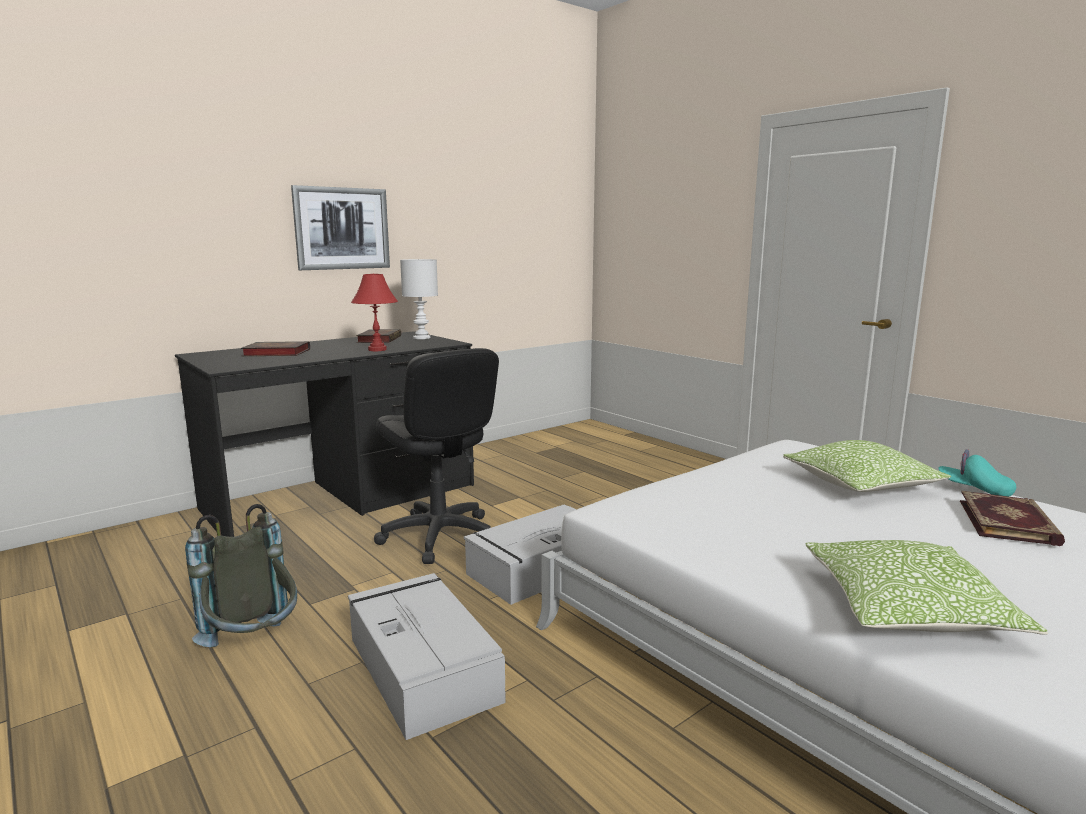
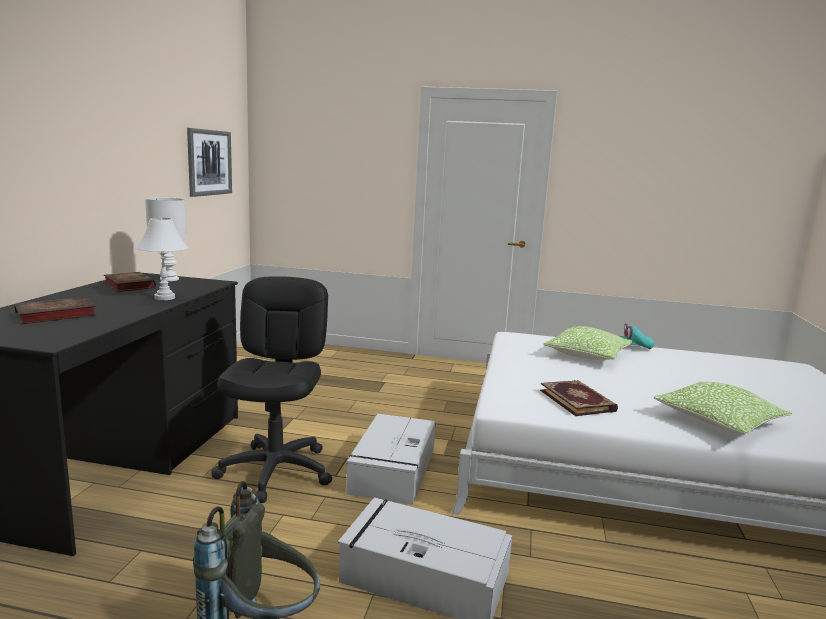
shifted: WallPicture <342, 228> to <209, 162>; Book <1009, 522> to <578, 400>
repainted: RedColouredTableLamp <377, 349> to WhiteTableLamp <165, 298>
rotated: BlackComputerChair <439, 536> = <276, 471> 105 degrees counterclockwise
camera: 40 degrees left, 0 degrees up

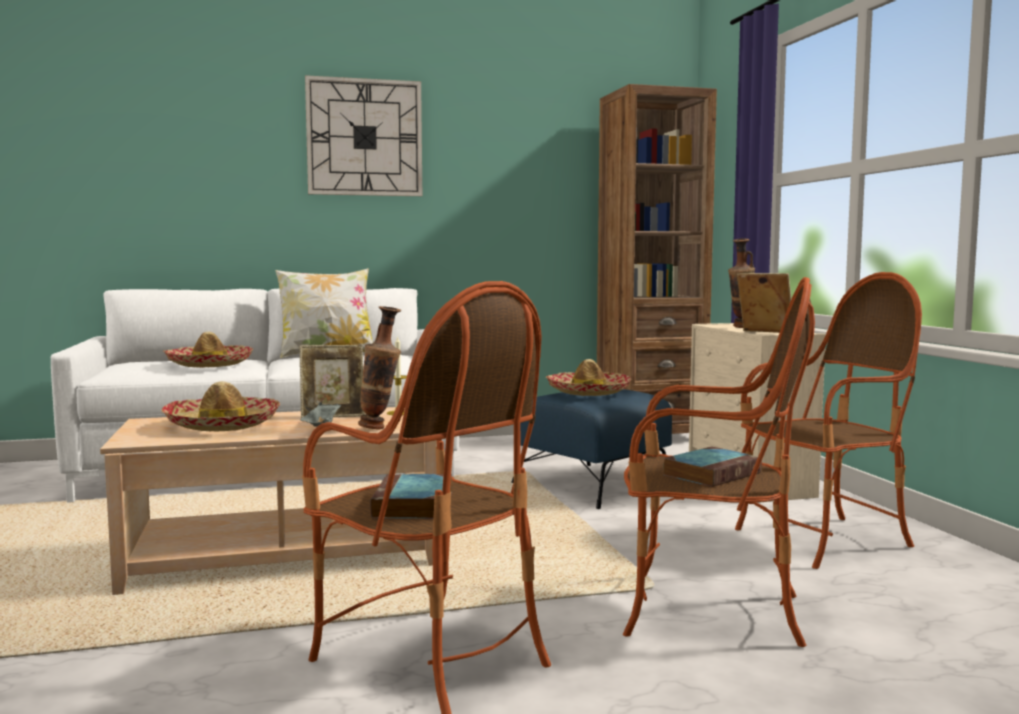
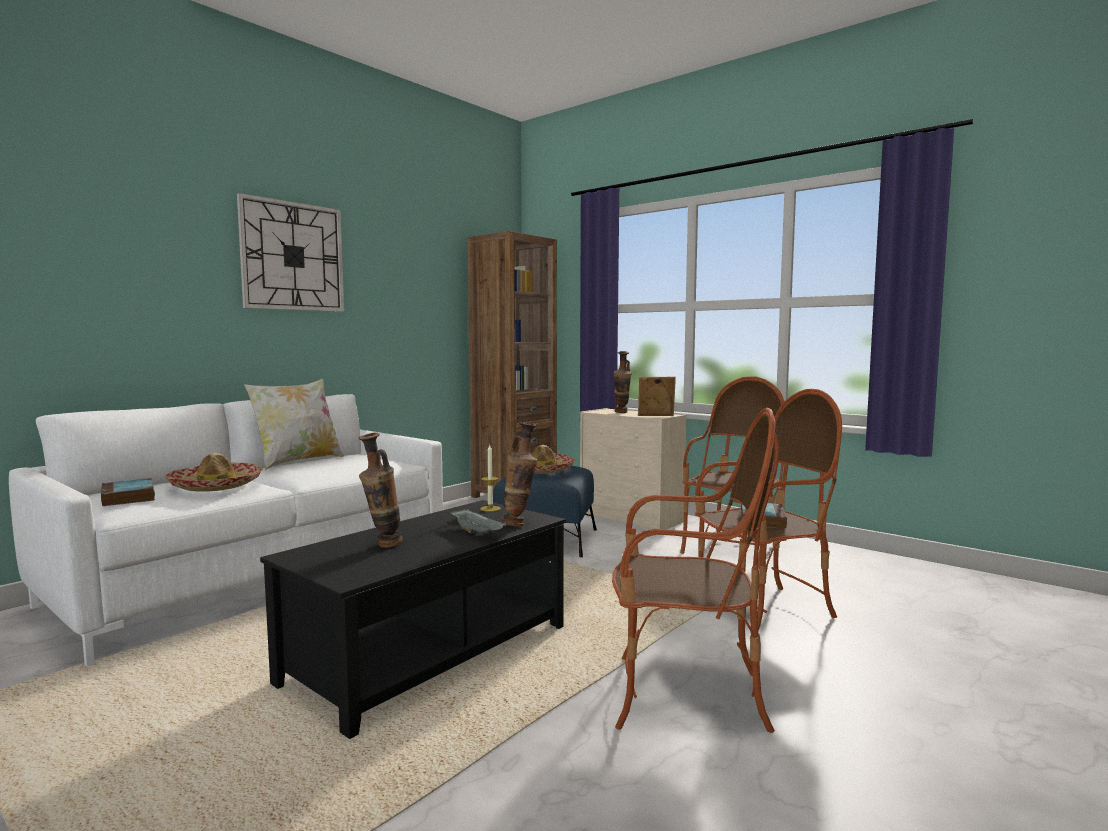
gone: PictureFrame <333, 415>
shifted: Book <414, 505> to <129, 497>
swapped: Hat <222, 425> to DecorativeVase <382, 546>
repainted: BeigeCoffeeTable <283, 555> to BlackCoffeeTable <429, 653>
camera: 35 degrees left, 0 degrees up

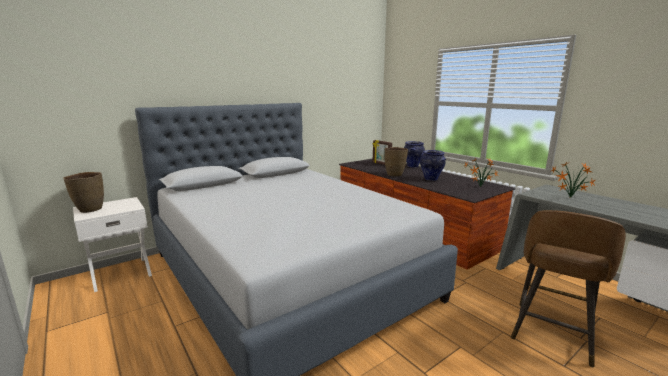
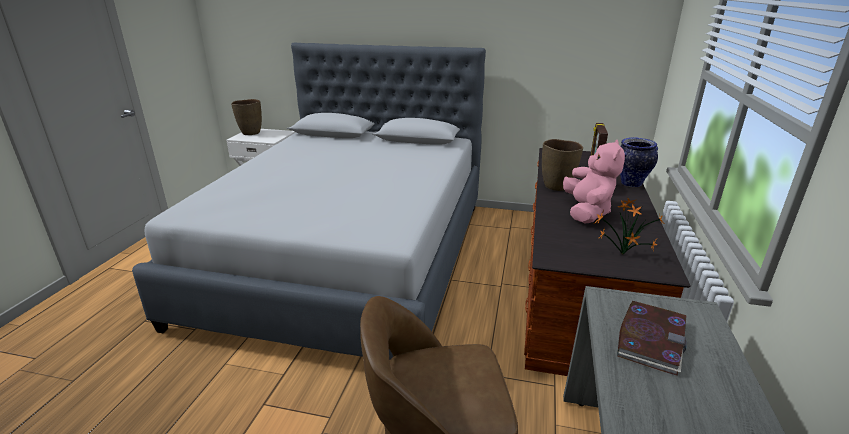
swapped: DecorativeVase <431, 179> to PinkPlushToy <586, 212>; PottedPlant <569, 198> to Book <650, 339>
camera: 50 degrees right, 10 degrees up

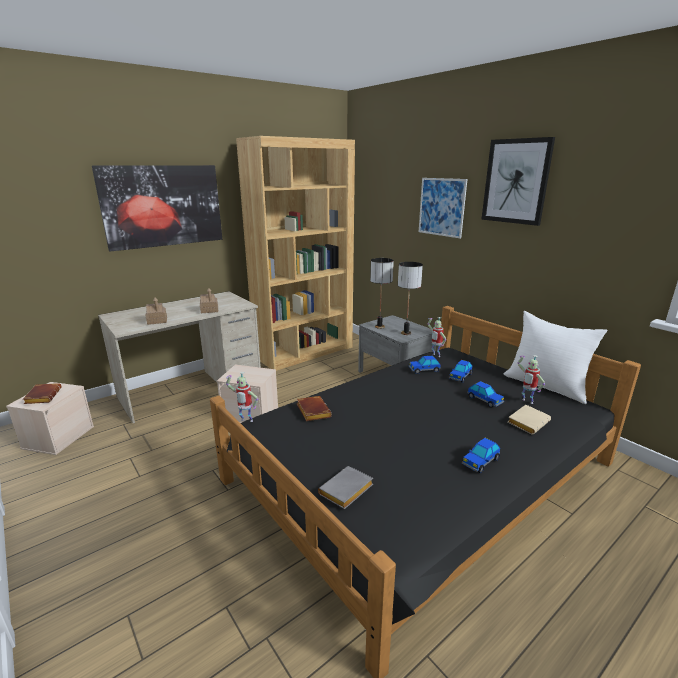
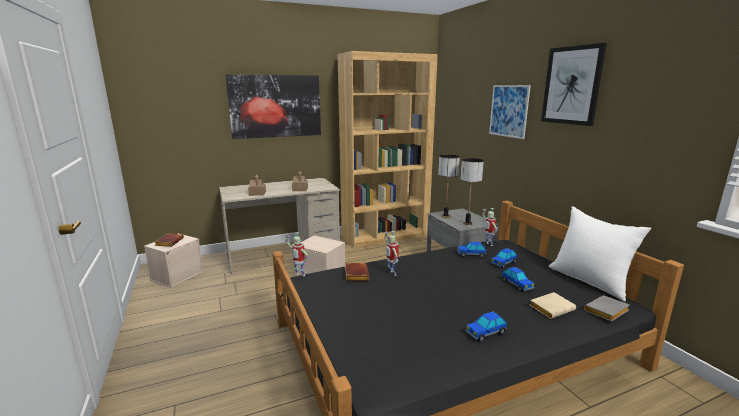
shifted: ToyRobot <526, 401> to <391, 273>; GreyishBook <346, 492> to <606, 312>
camera: 15 degrees right, 5 degrees down

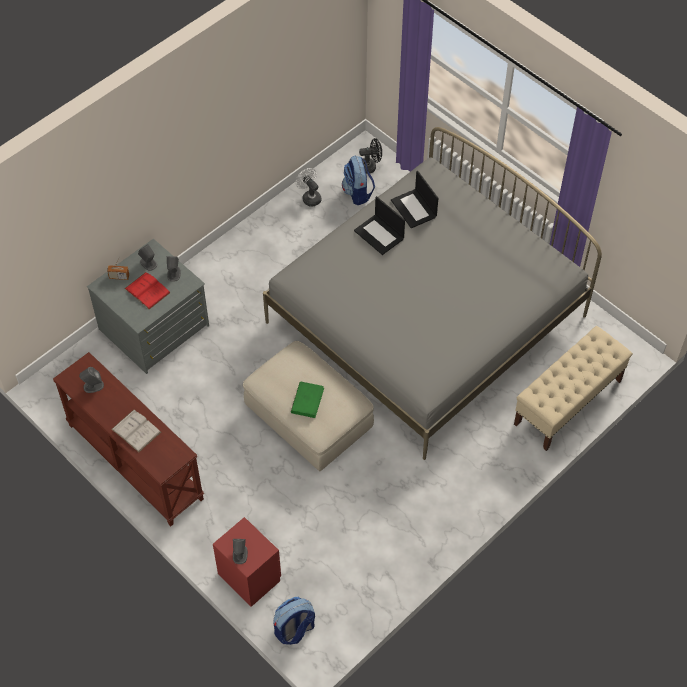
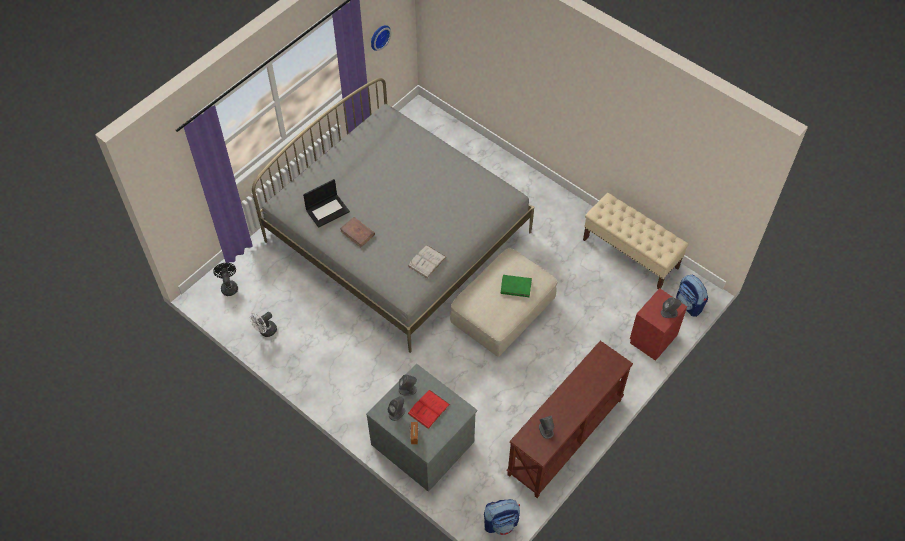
new: WallClock <379, 36>
shifted: Knapsack <358, 193> to <501, 522>; BeigeLongSeat <567, 402> to <631, 254>; WhiteBook <136, 430> to <426, 261>
swapped: NotebookComputer <379, 235> to BrownBook <357, 233>
camera: 95 degrees left, 0 degrees up

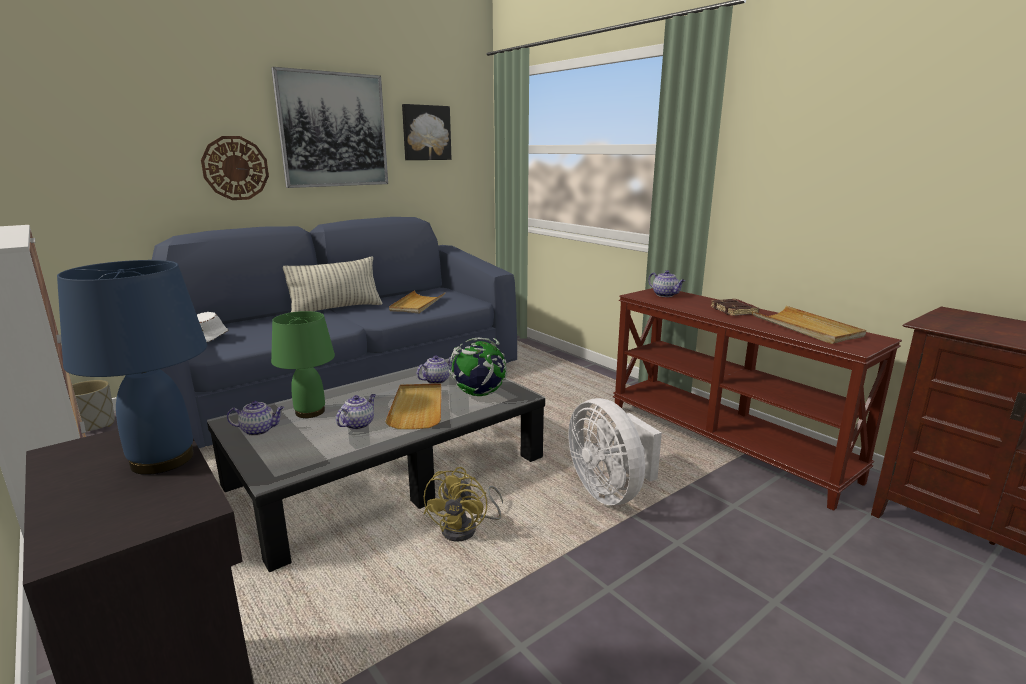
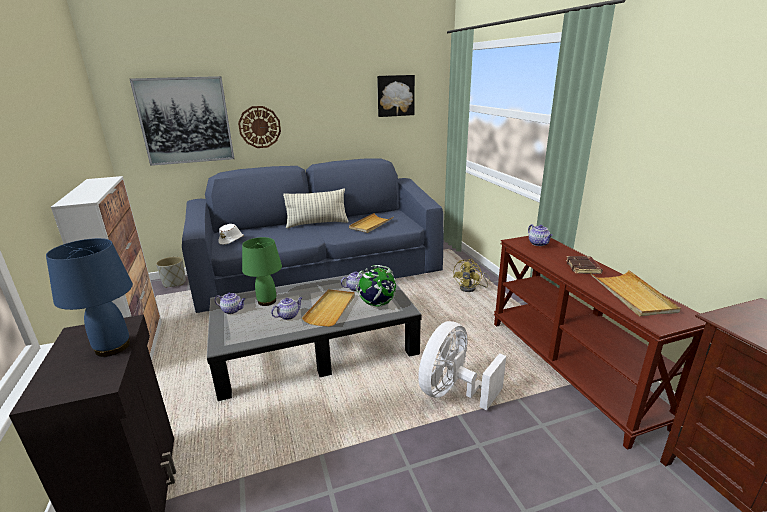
shifted: WallPicture <333, 130> to <185, 121>; YellowFan <466, 529> to <471, 288>
rotated: WhiteFan <610, 491> = <453, 392> 45 degrees clockwise
camera: 20 degrees right, 5 degrees up

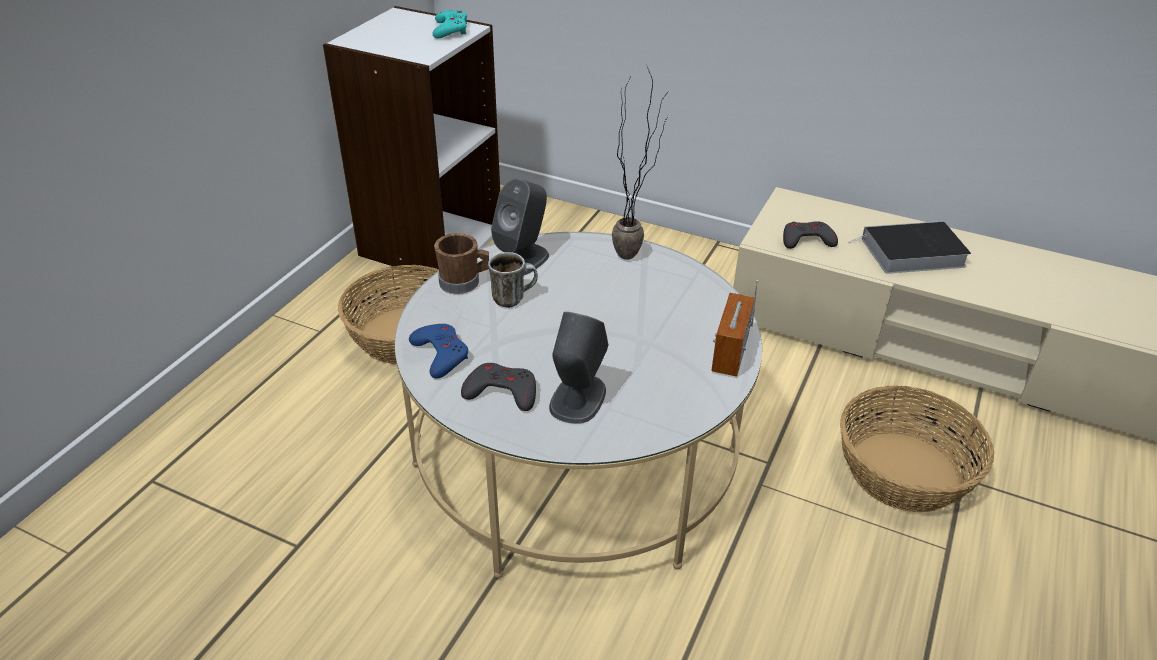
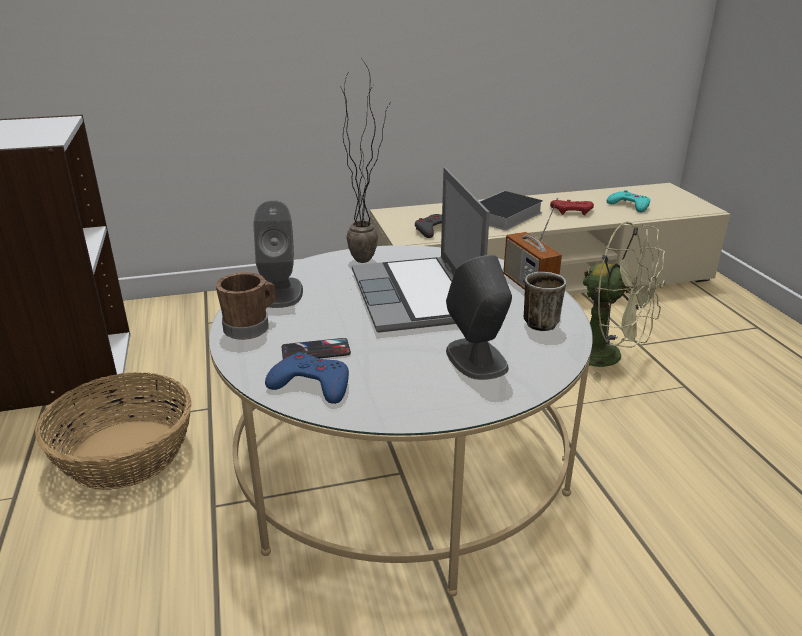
gone: GreyishGamepad <501, 392>
new: NotebookComputer <417, 297>; RedColouredGamepad <572, 211>; Handset <316, 351>
shifted: TurquoiseGamepad <450, 29> to <629, 205>; CoffeeMug <513, 298> to <541, 321>
swapped: StorageBasket <903, 470> to GreenishFan <607, 356>
camera: 40 degrees left, 10 degrees down

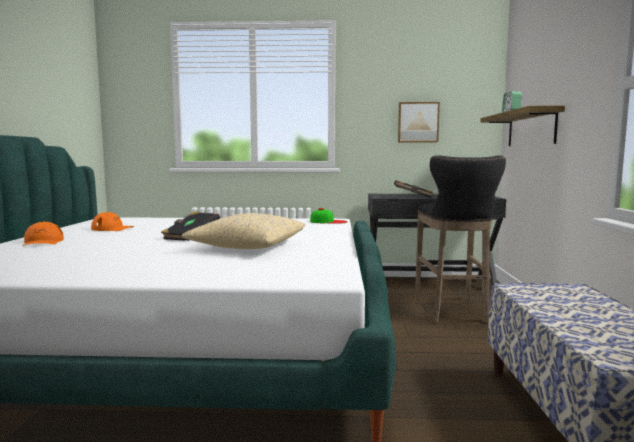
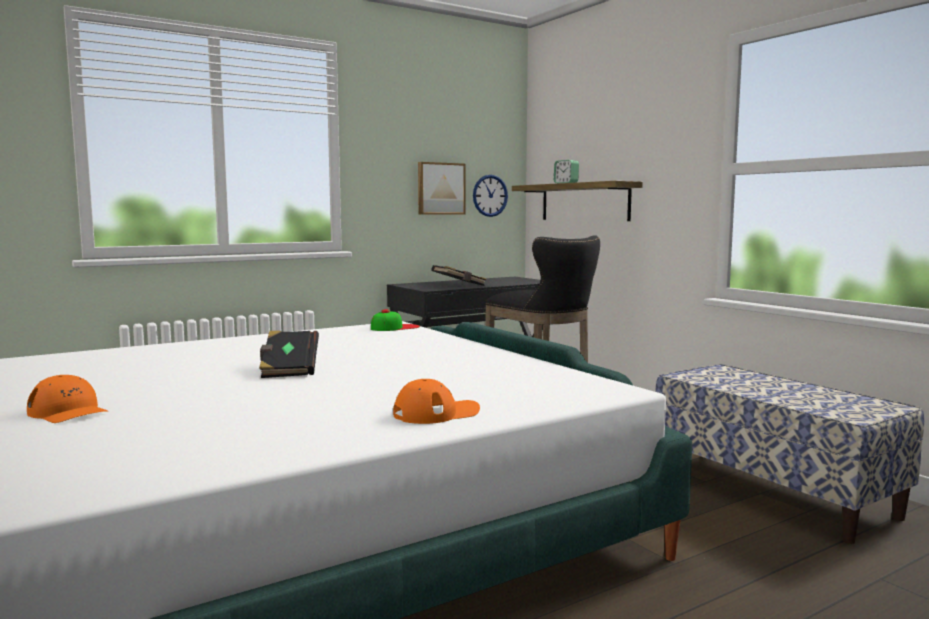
gone: BeigeCushion <248, 246>
new: WallClock <490, 195>
shifted: OrangeyCap <112, 229> to <436, 413>
camera: 35 degrees left, 0 degrees up

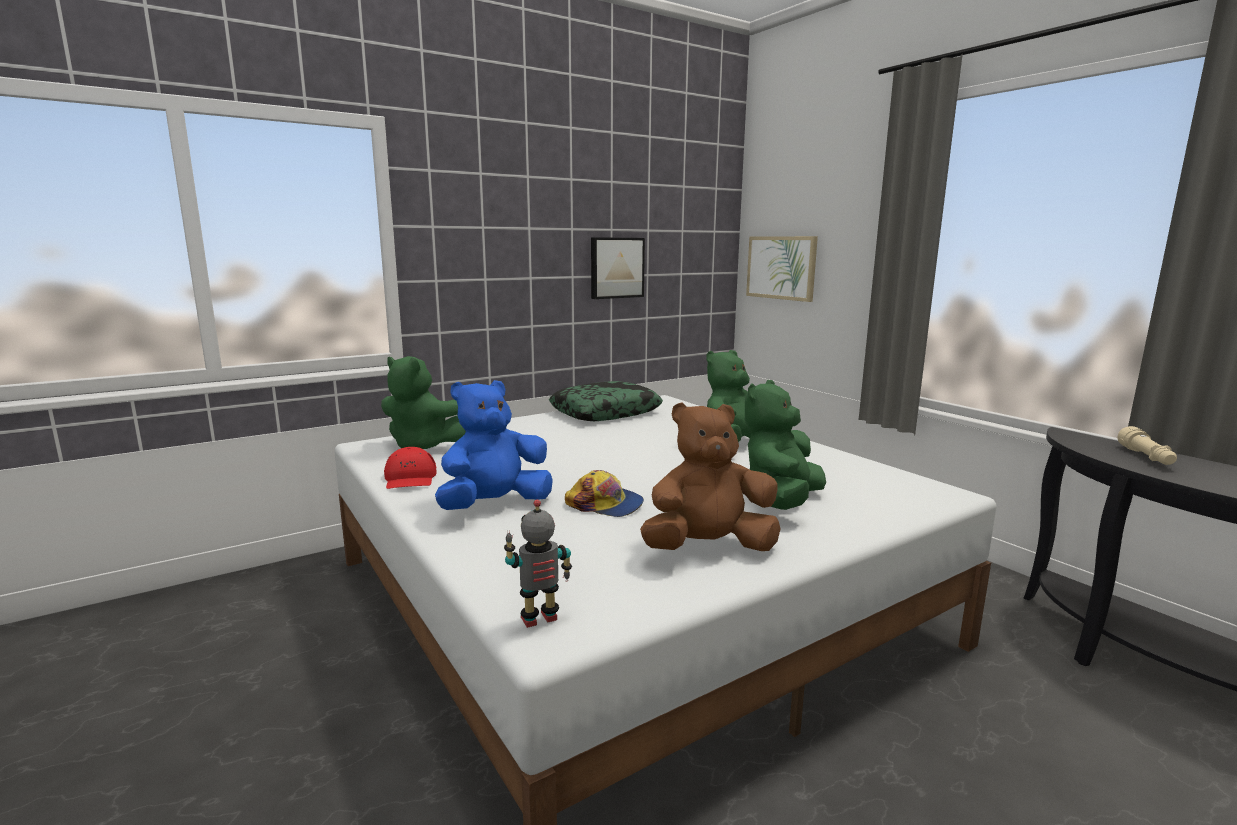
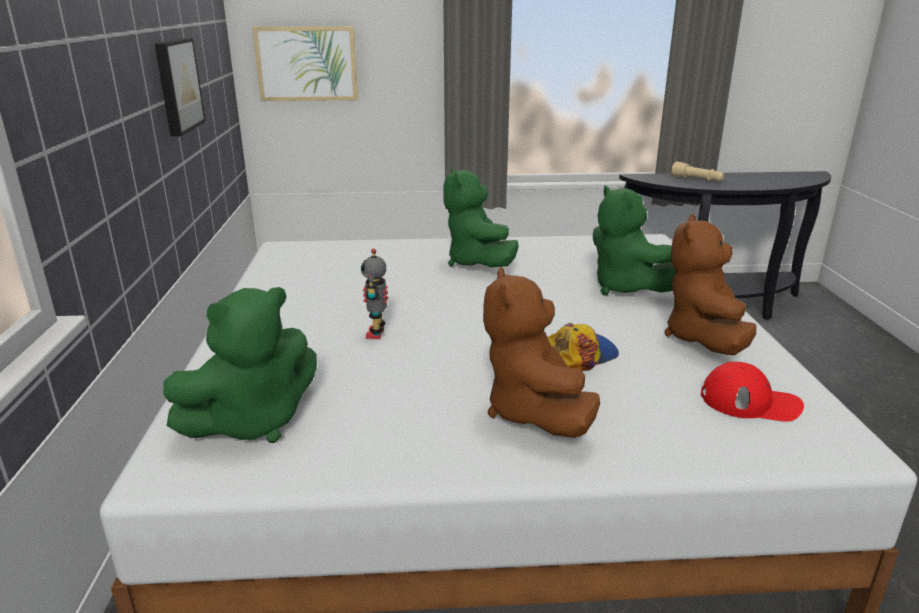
gone: Cushion <605, 412>
shifted: RedColouredCap <410, 478> to <750, 402>; ToyRobot <540, 620> to <377, 333>
repainted: BluishPlushToy <494, 505> to BrownPlushToy <534, 412>
camera: 60 degrees left, 10 degrees up

